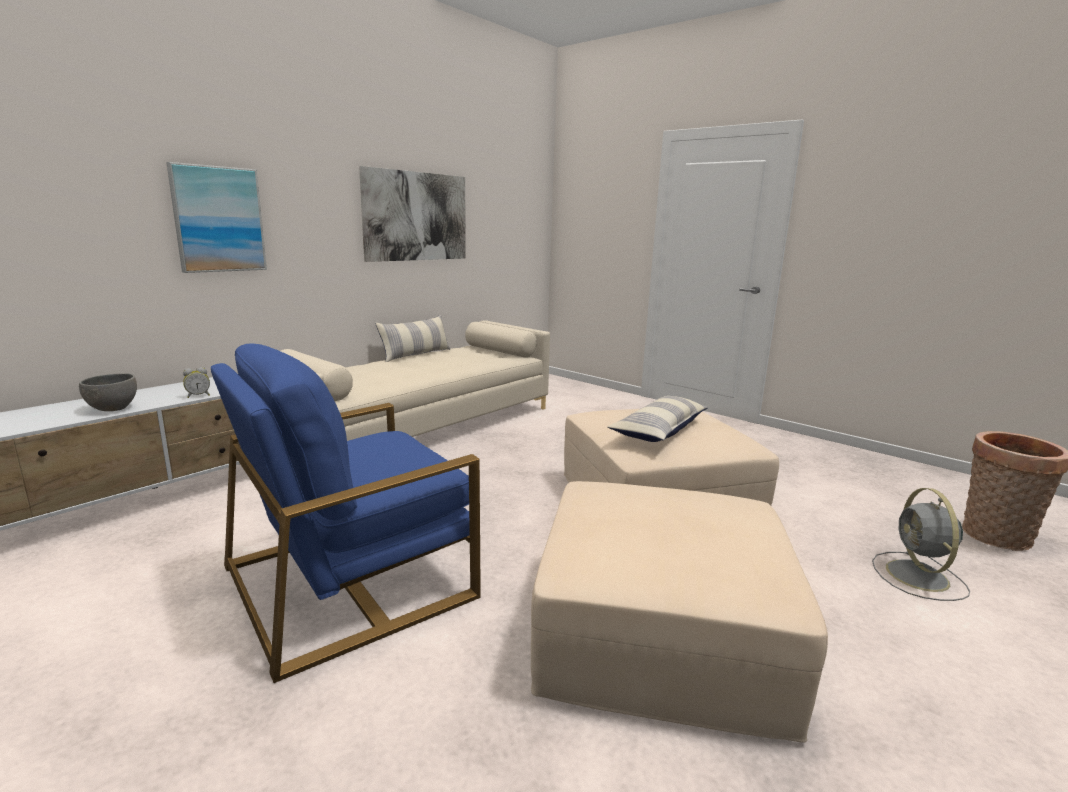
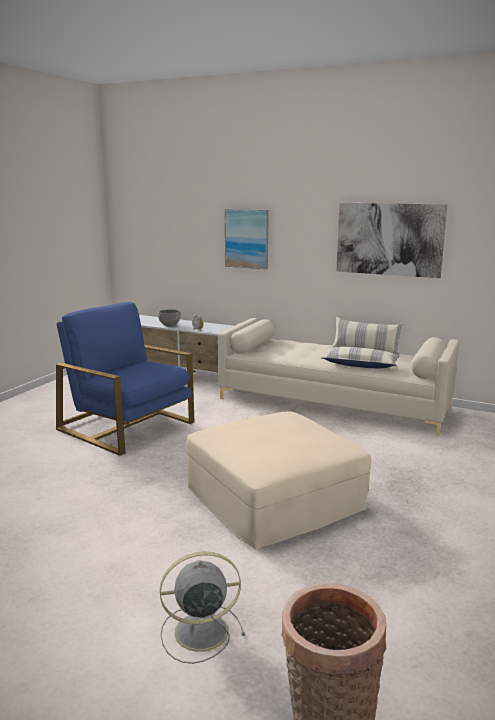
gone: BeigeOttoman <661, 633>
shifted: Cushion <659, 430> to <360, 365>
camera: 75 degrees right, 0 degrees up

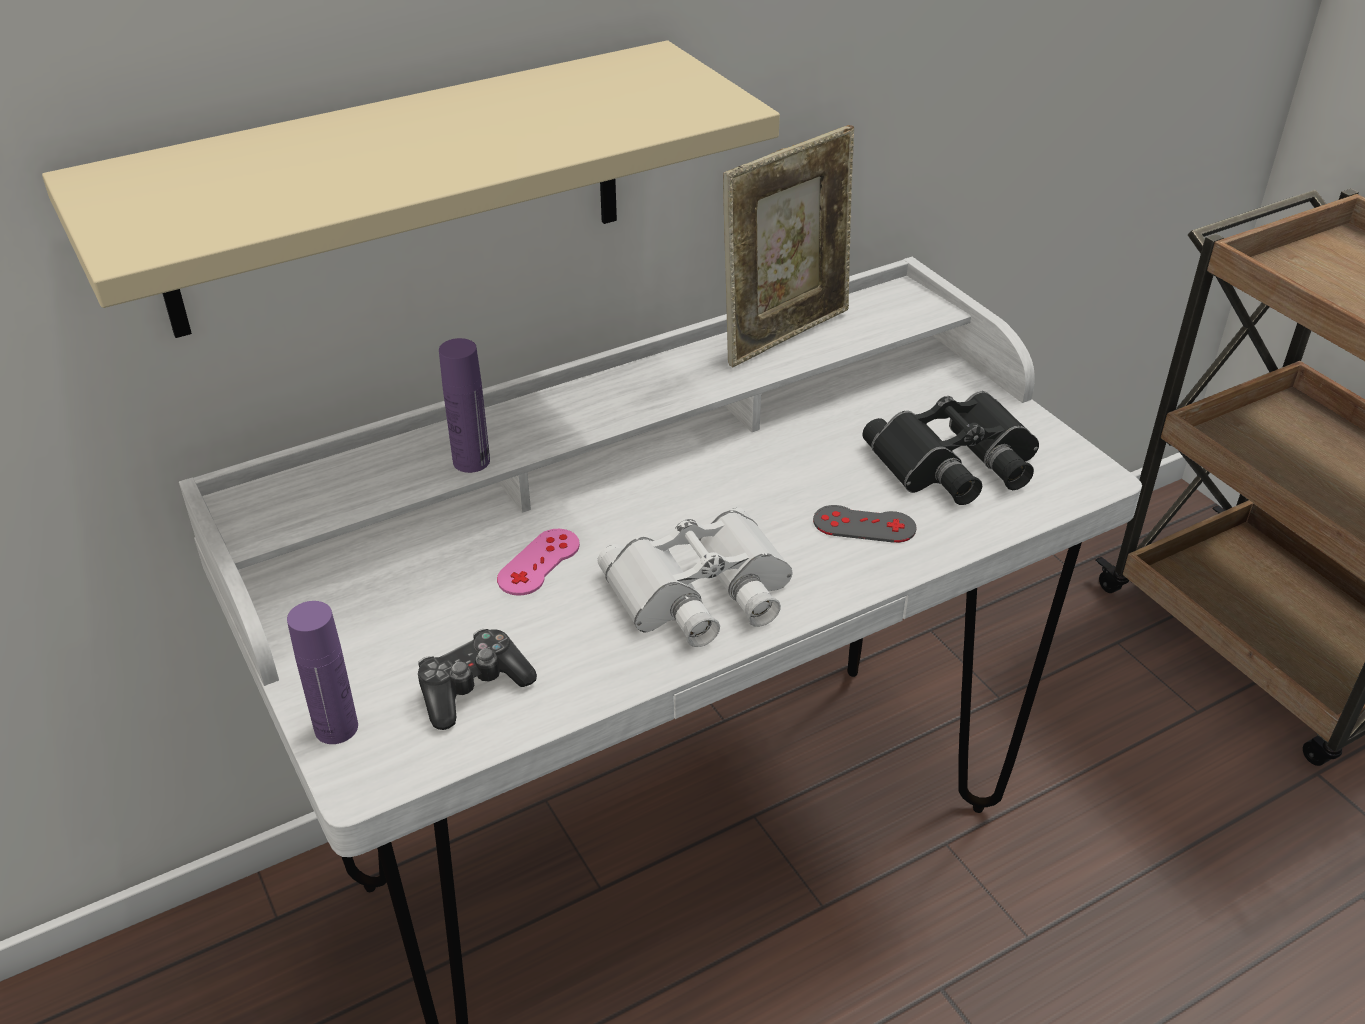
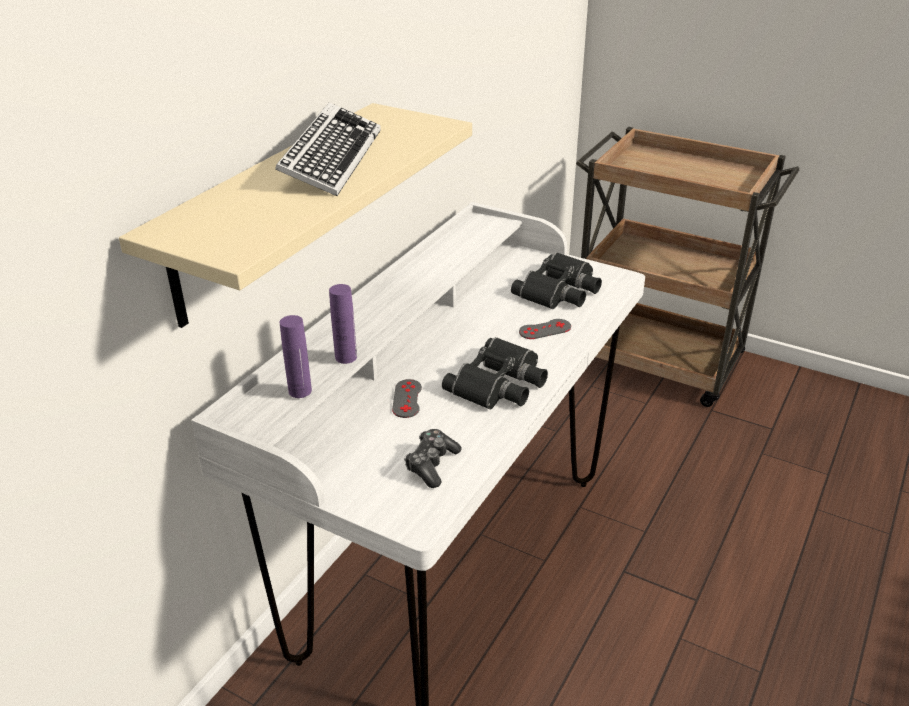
gone: PictureFrame <786, 333>
new: PcKeyboard <331, 159>
shifted: PurpleColouredDrinkBottle <336, 728> to <300, 391>
repainted: WhitePairOfBinoculars <702, 593> to BlackPairOfBinoculars <500, 383>; PinkGamepad <539, 562> to GreyishGamepad <407, 398>
camera: 30 degrees left, 5 degrees down

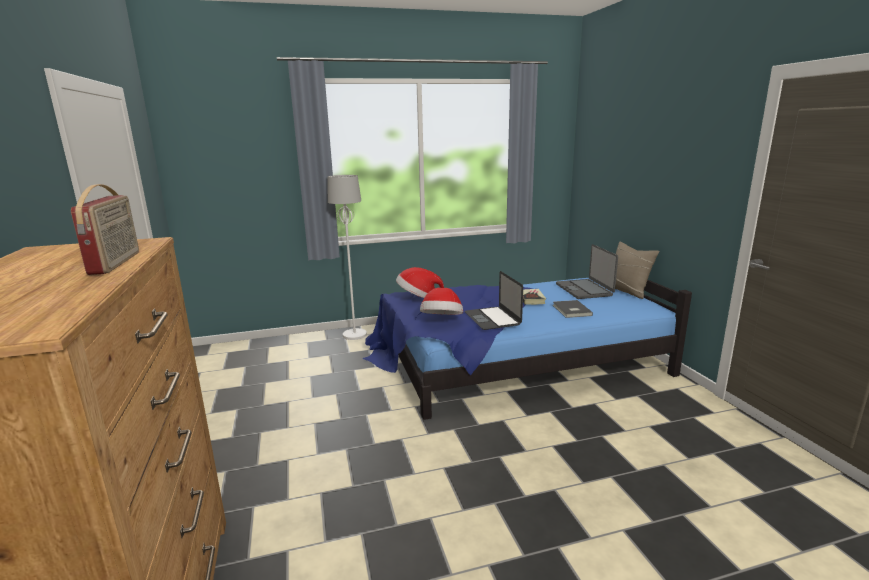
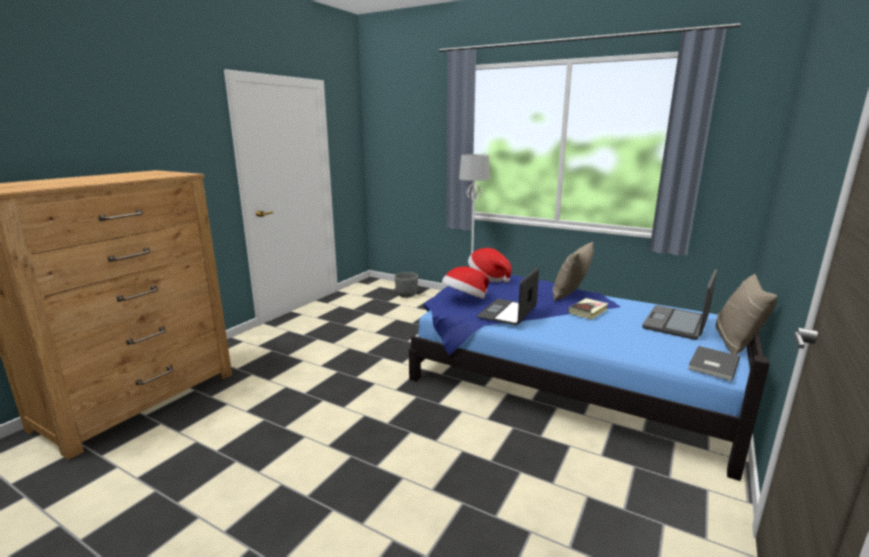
gone: Radio <116, 263>
new: BeigeCushion <570, 294>; GreyishFlowerPot <406, 295>
shifted: GreyishBook <571, 310> to <712, 364>
camera: 45 degrees right, 0 degrees up

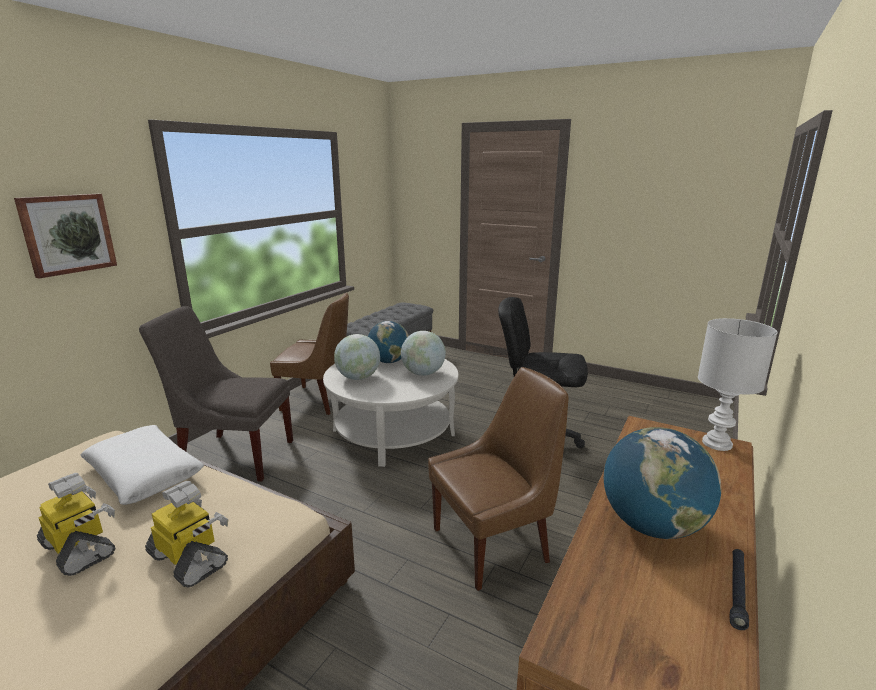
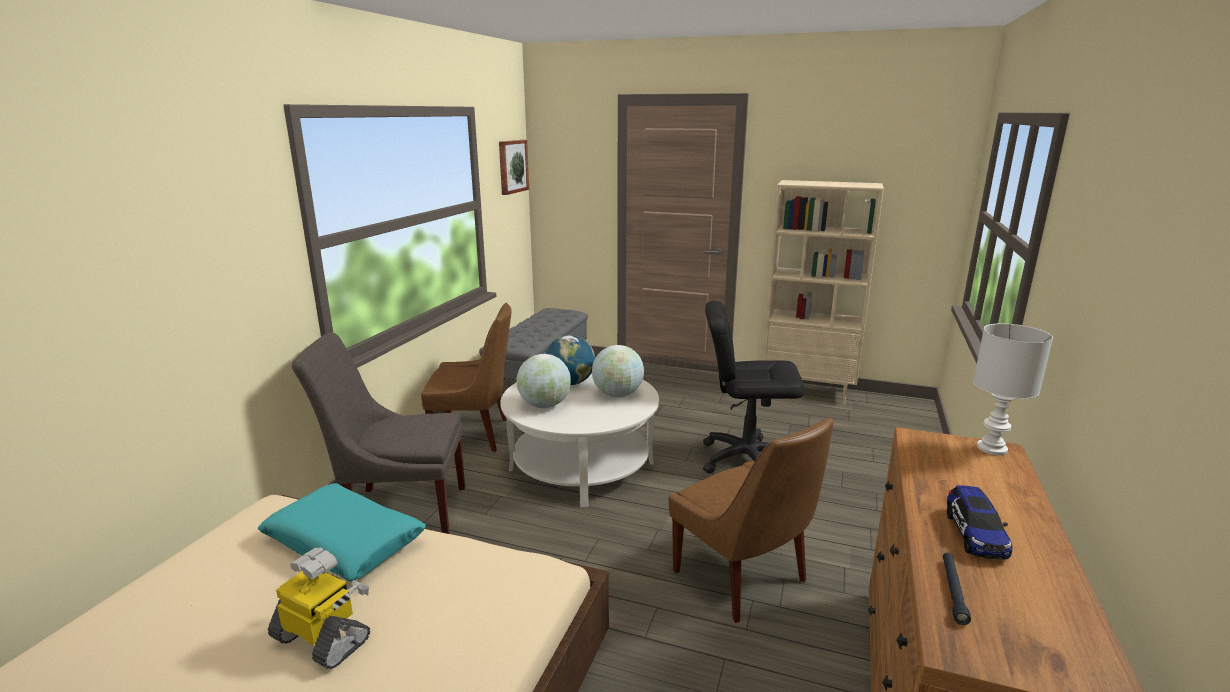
gone: ToyRobot <190, 560>
new: BeigeBookcase <808, 392>
shifted: WallPicture <67, 234> to <512, 166>; BlackFlashlight <737, 591> to <953, 591>
swapped: WorldGlobe <652, 525> to MiniatureCar <974, 534>
repainted: WhiteCushion <144, 473> to TurquoiseCushion <345, 542>
rotated: BrownChair <494, 544> = <743, 579> 90 degrees clockwise
camera: 10 degrees left, 0 degrees up

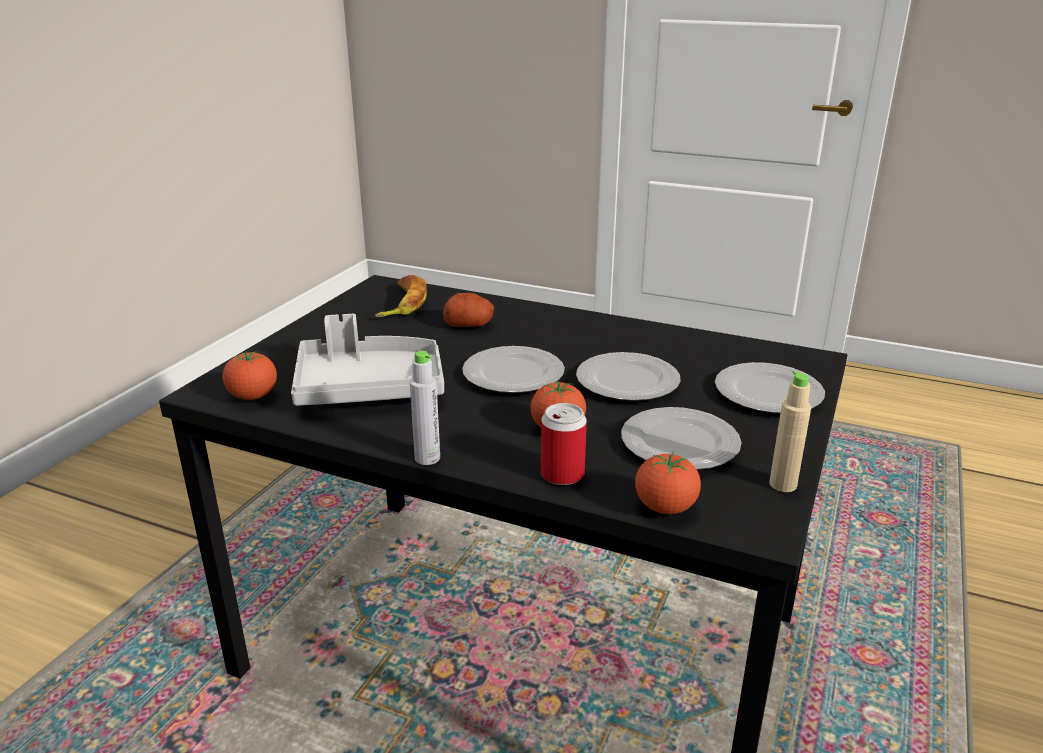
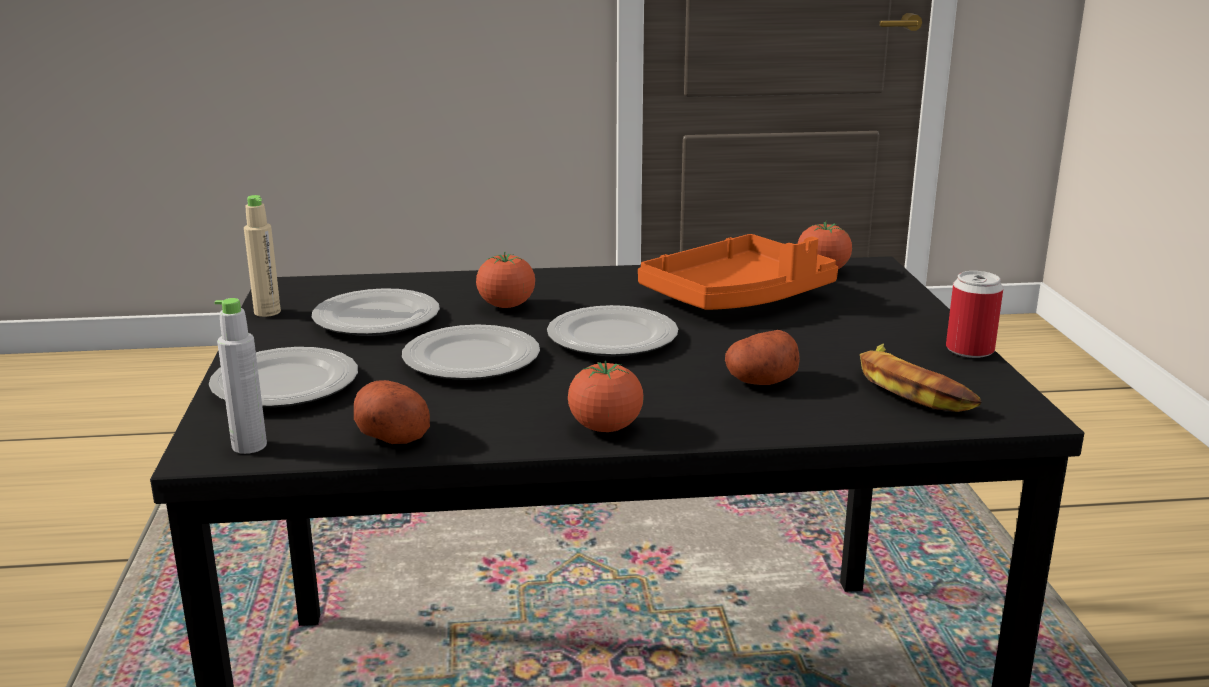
new: Spud <390, 434>
shifted: GreyishDrinkBottle <427, 458> to <249, 446>; SealedCan <562, 474> to <969, 350>; Tomato <665, 508> to <605, 428>
repainted: GreyishTray <369, 388> to OrangeyTray <738, 297>
camera: 150 degrees right, 5 degrees down

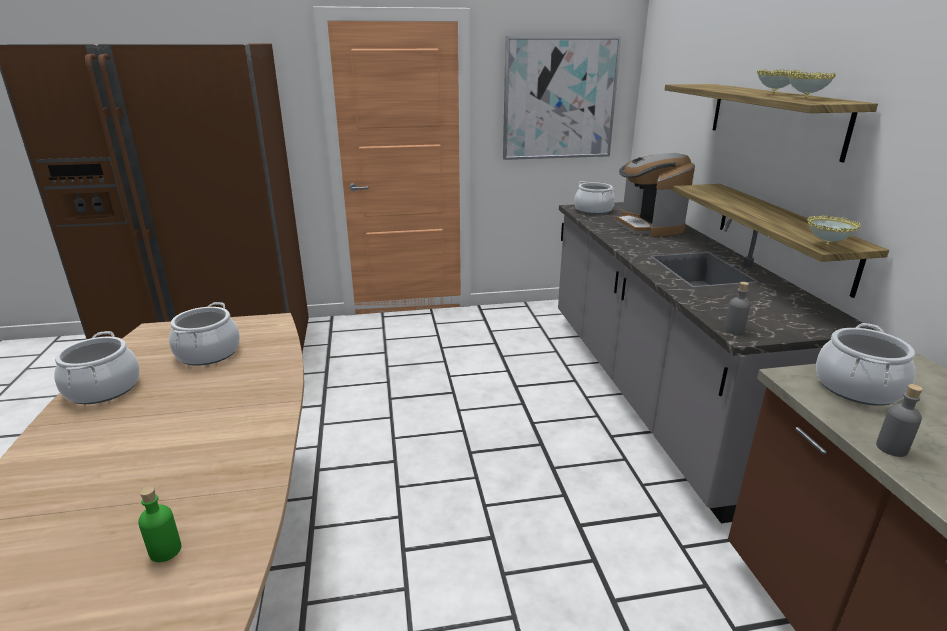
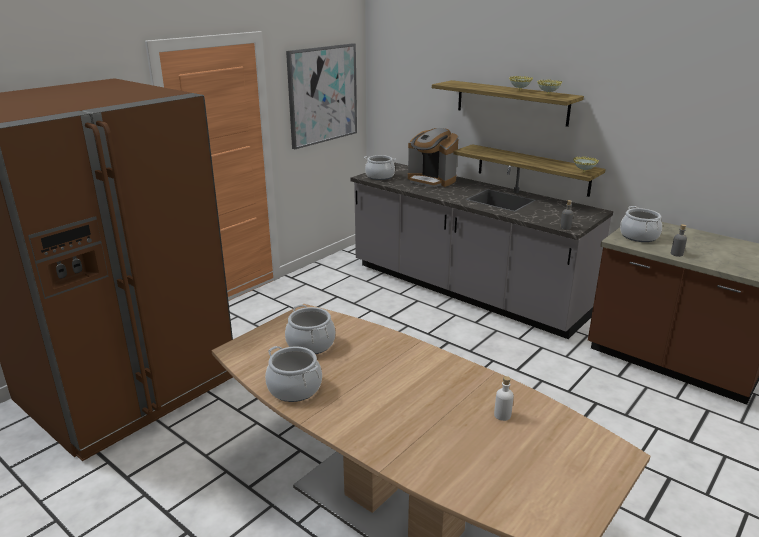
repainted: GreenishDrinkBottle <165, 550> to WhiteDrinkBottle <502, 415>
camera: 40 degrees left, 0 degrees up

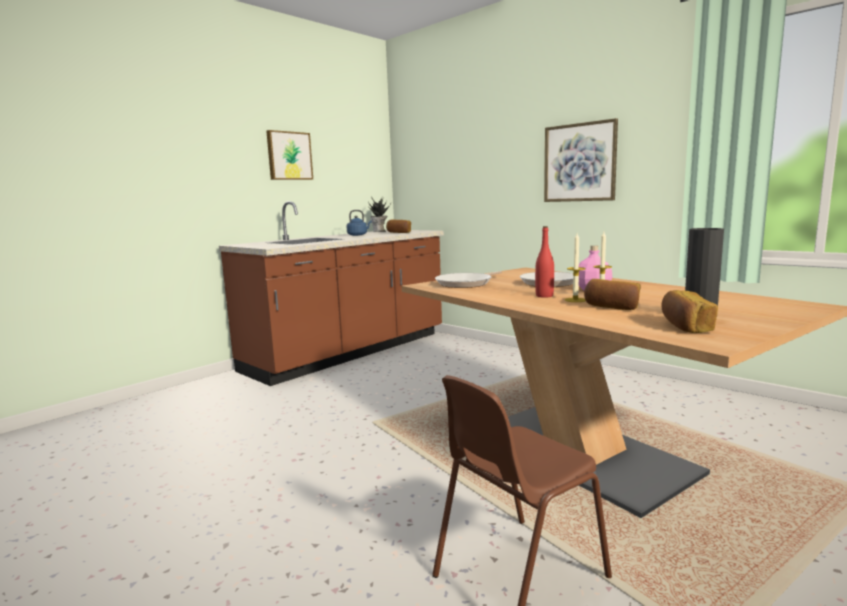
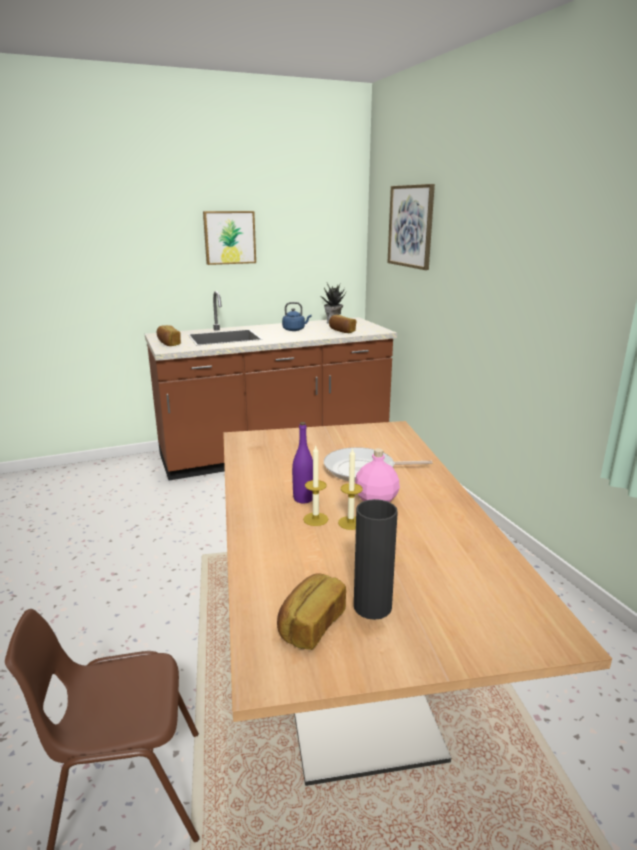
gone: Pan <466, 284>
shifted: WallPicture <579, 162> to <411, 226>; BakedBread <612, 307> to <168, 343>
repainted: RedColouredDrinkBottle <544, 296> to PurpleColouredDrinkBottle <303, 499>
camera: 25 degrees right, 10 degrees up

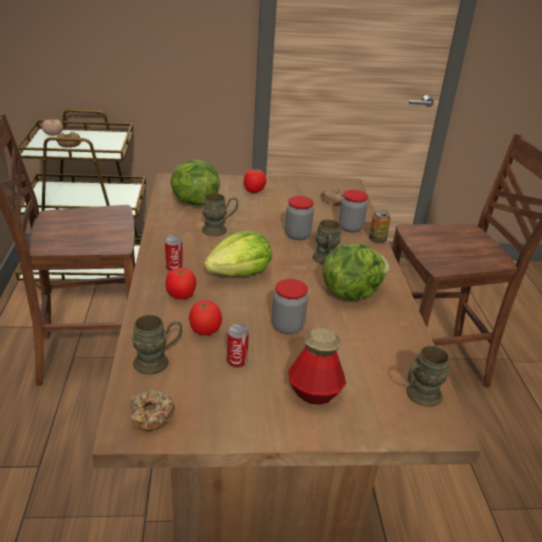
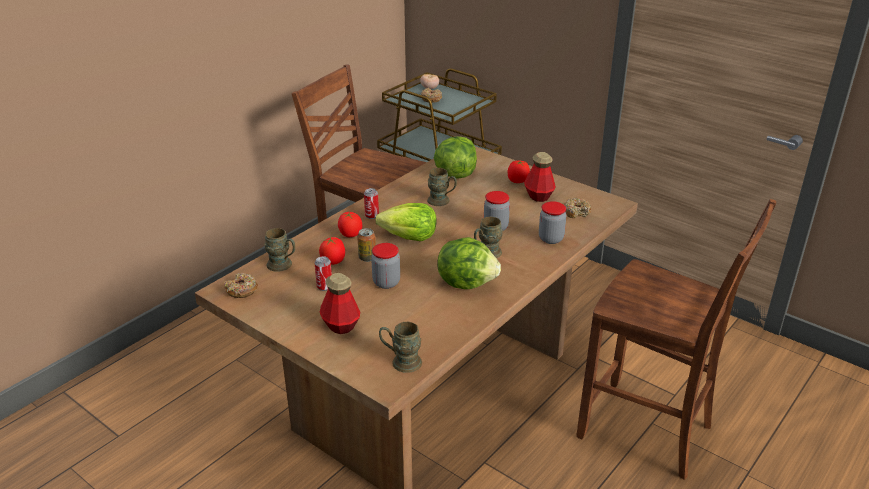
new: DrinkBottle <538, 196>
shifted: SealedCan <377, 240> to <367, 258>
camera: 45 degrees right, 0 degrees up

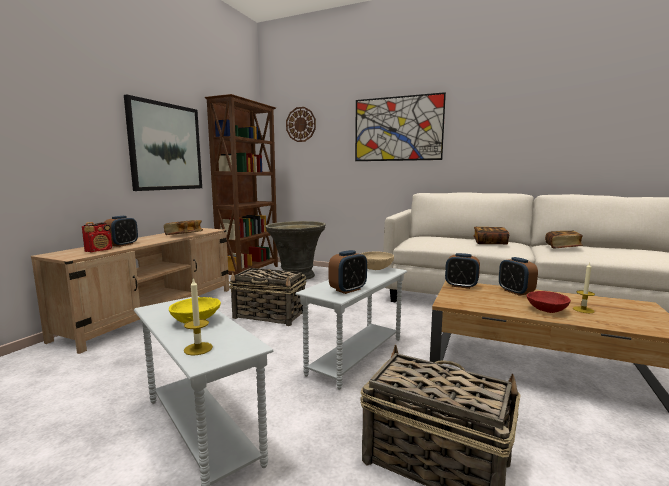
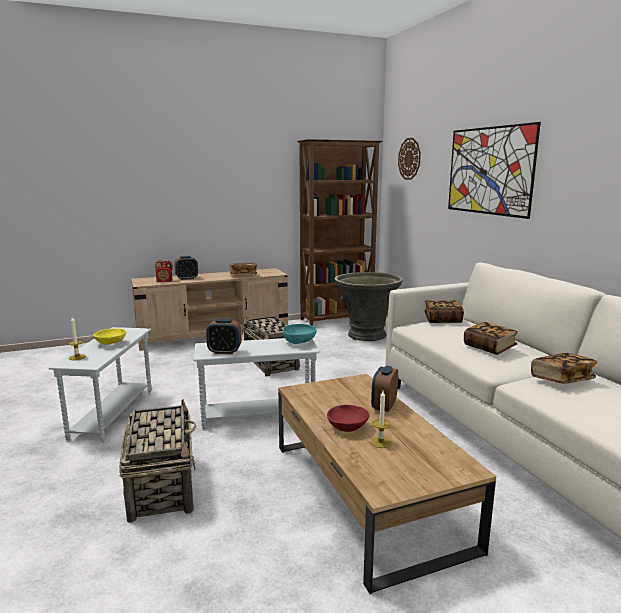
gone: WallPicture <166, 147>; BedsideClock <461, 286>
new: Book <442, 320>
repainted: BeigeDeepDish <376, 269> to TurquoiseDeepDish <299, 342>
camera: 45 degrees right, 5 degrees up

